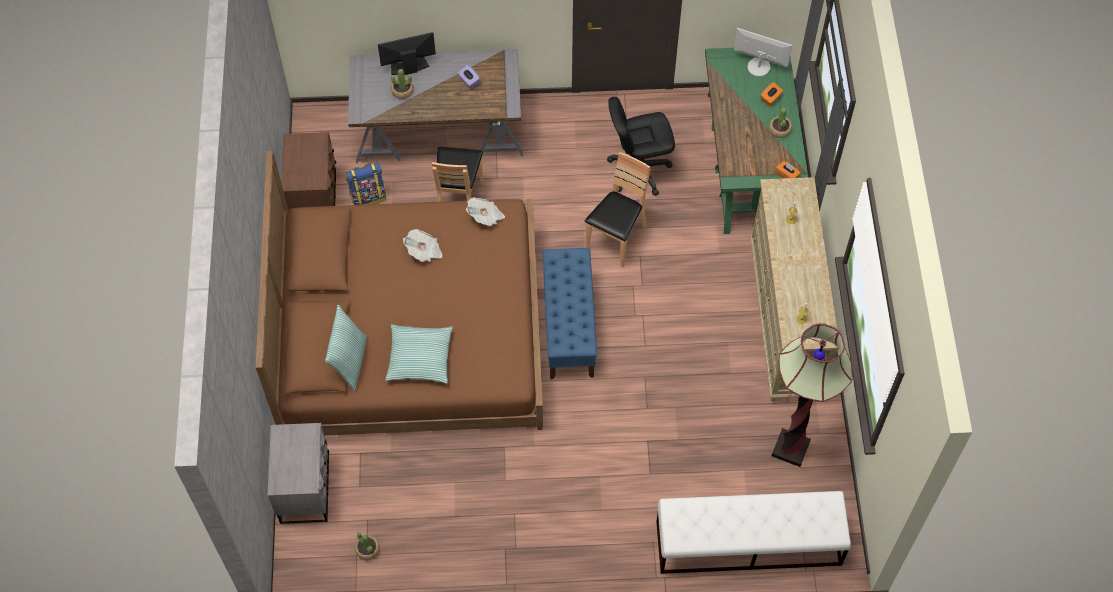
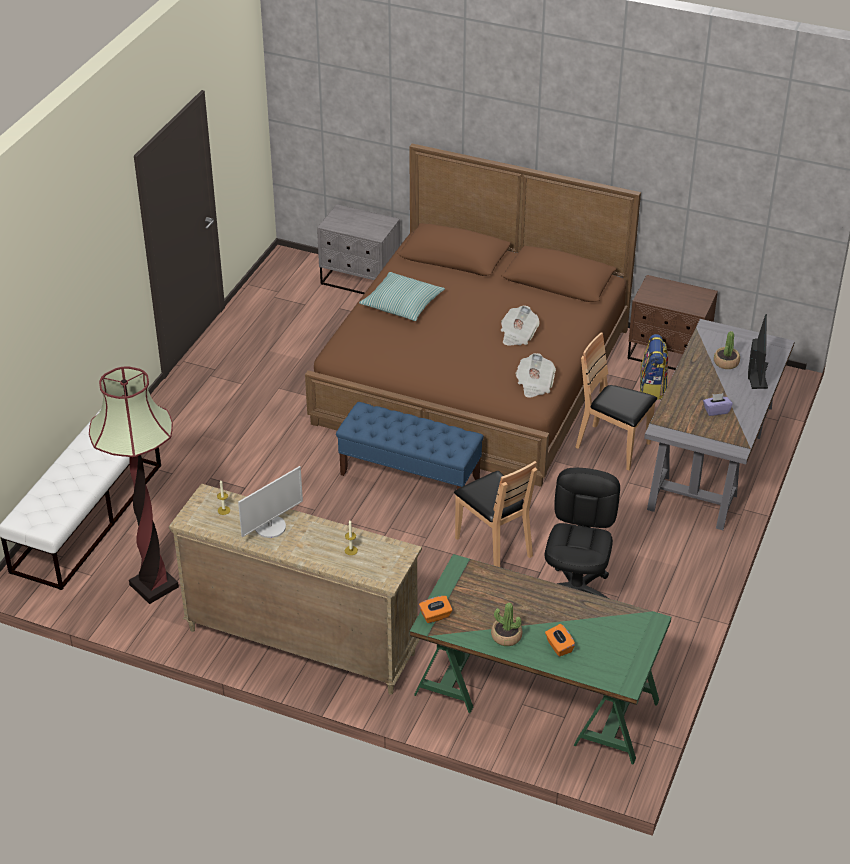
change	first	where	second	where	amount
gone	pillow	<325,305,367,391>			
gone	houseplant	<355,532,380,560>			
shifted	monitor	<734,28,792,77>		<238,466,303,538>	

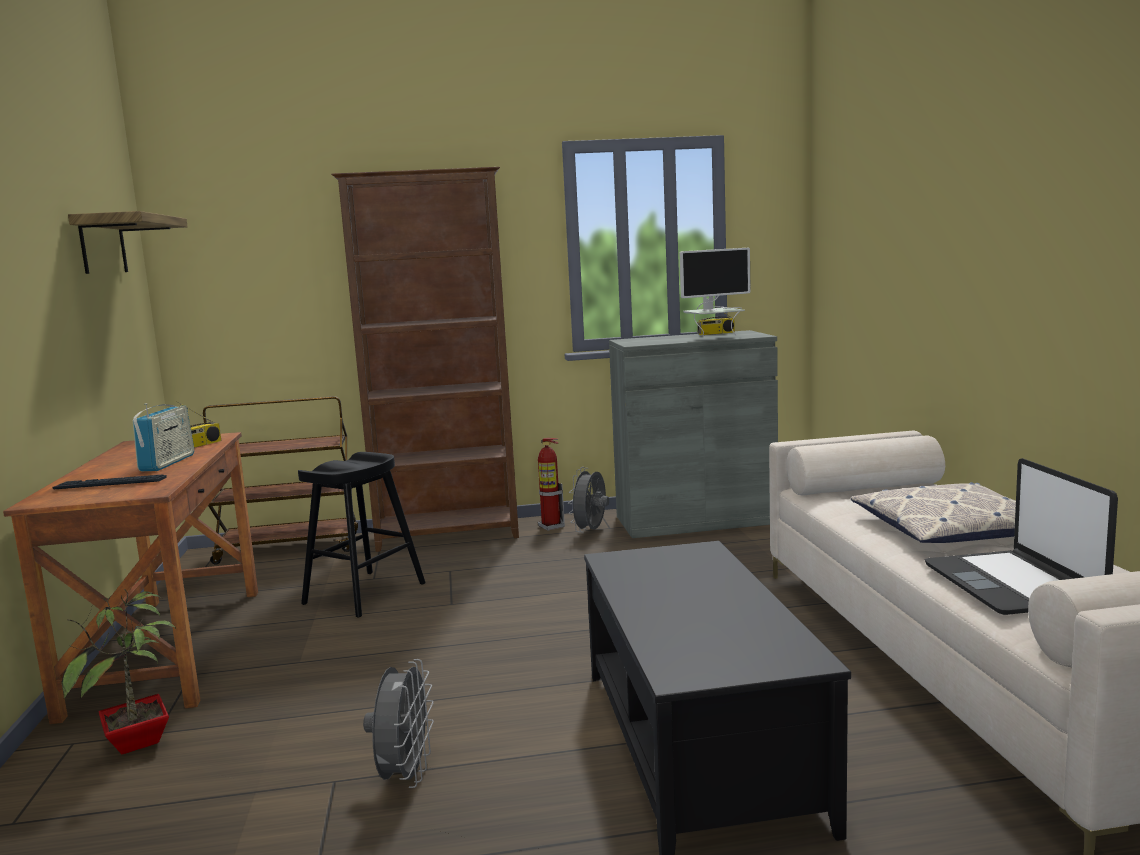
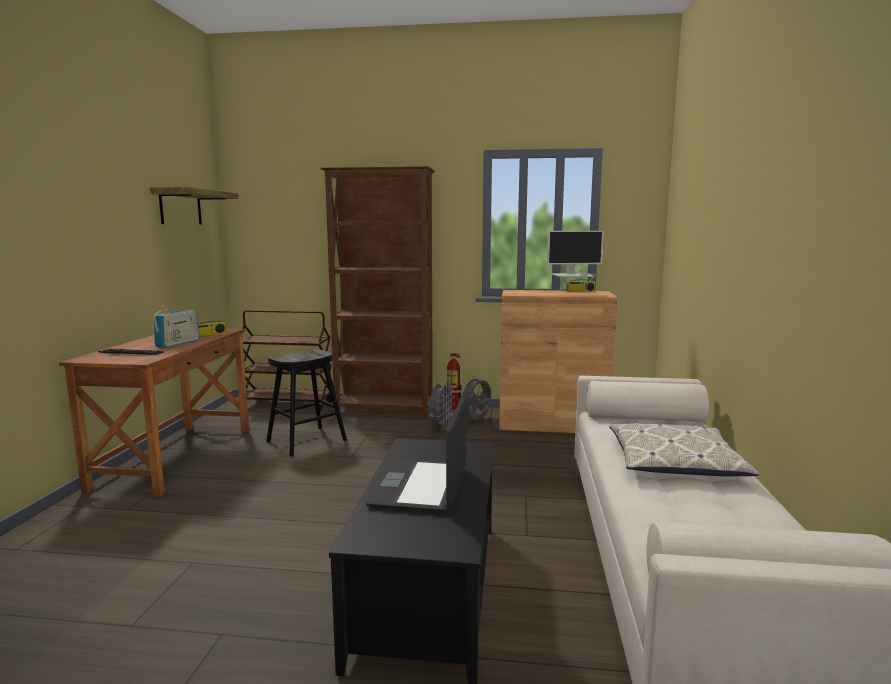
change	first	where	second	where	amount
gone	houseplant	<61,589,176,754>			
shifted	gray electric fan	<363,659,434,788>		<427,382,455,429>	
shifted	portable computer	<925,458,1118,615>		<366,396,467,513>	
repainted	gray cupboard	<609,330,778,538>	brown cupboard	<499,290,618,433>	

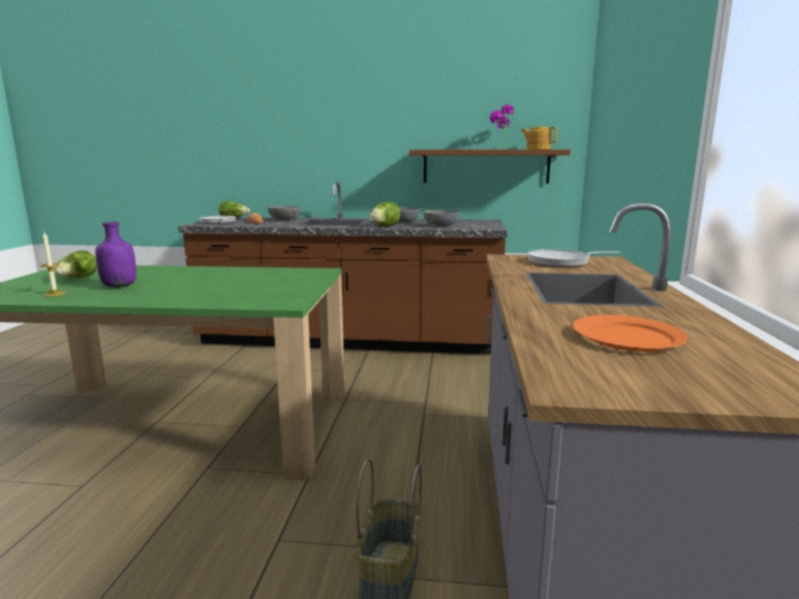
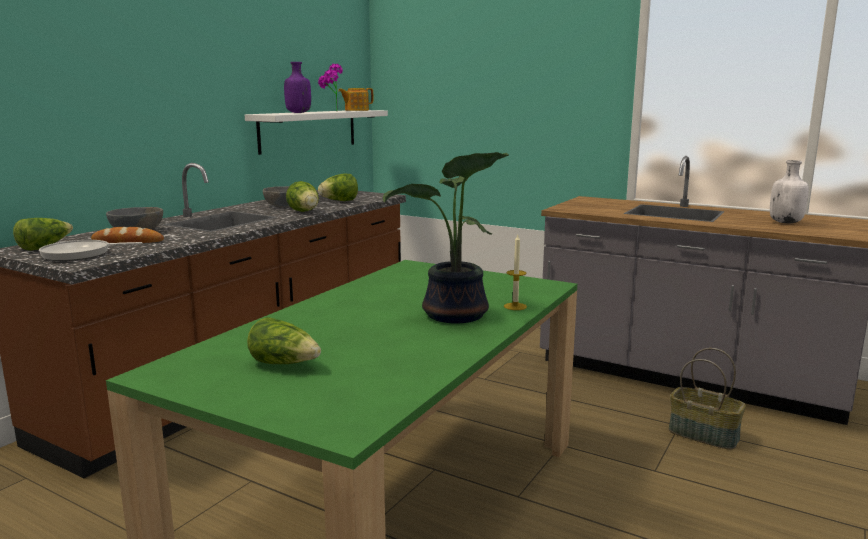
change	first	where	second	where	amount
gone	skillet	<528,249,620,267>			
new			houseplant	<383,152,509,324>	
shifted	candle	<40,232,66,297>		<504,235,527,310>	
shifted	purplish drink bottle	<95,222,136,288>		<284,62,311,113>	
swapped	gray bowl	<424,210,460,227>	lettuce head	<318,174,358,201>	
swapped	orange flat dish	<573,315,688,352>	white-coloured drink bottle	<770,160,809,223>	
repainted	brown bracket shelf	<409,149,570,184>	white-coloured bracket shelf	<245,110,388,155>	

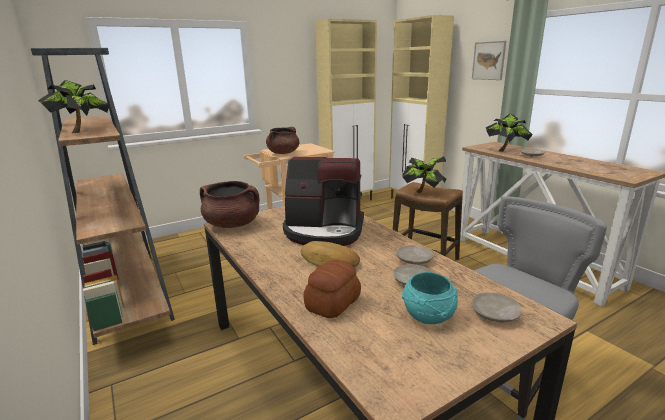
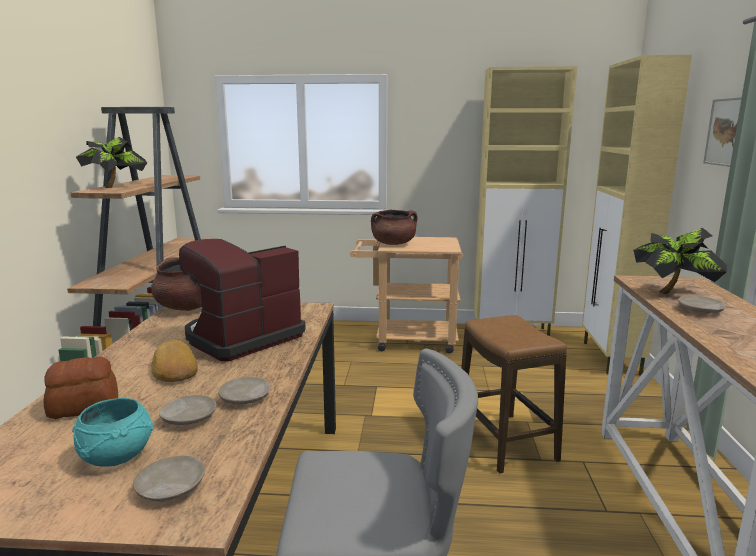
change	first	where	second	where	amount
gone	houseplant	<402,156,446,193>			
rotated	coffee machine	<283,157,364,246>		<179,239,305,361>	90 degrees clockwise

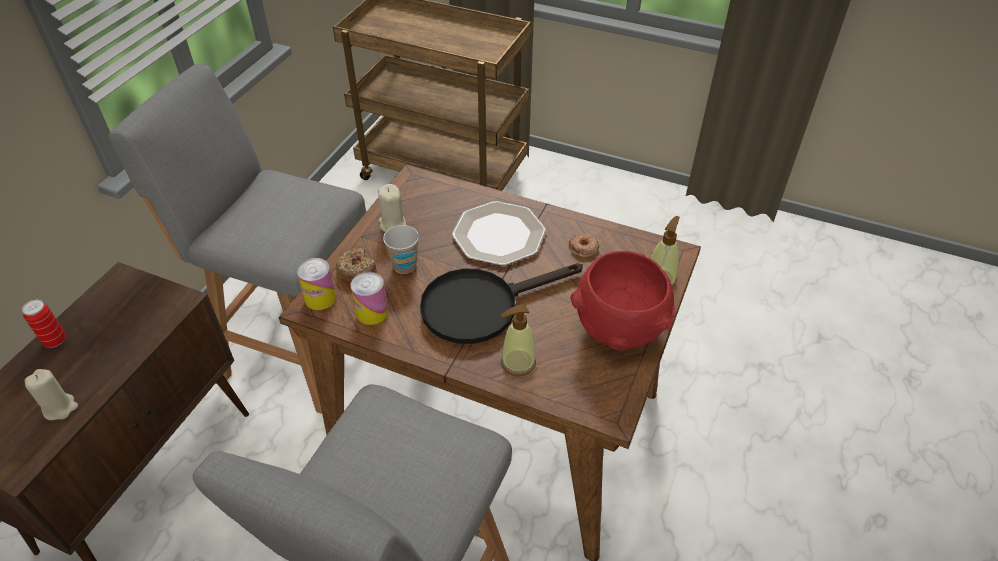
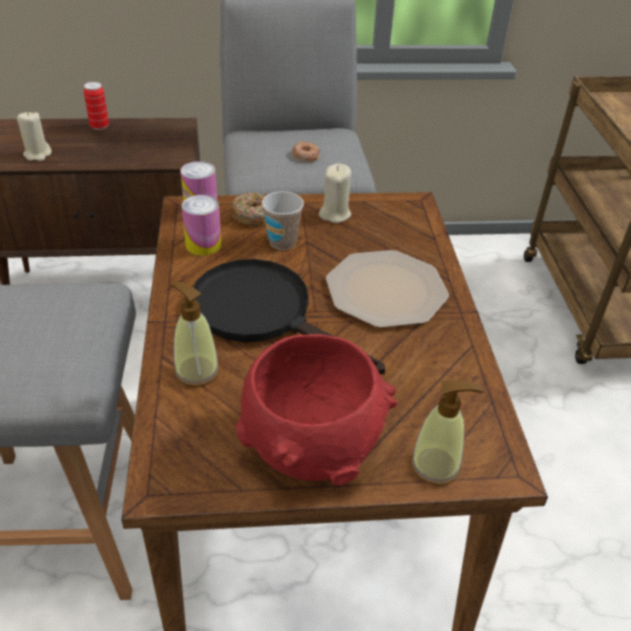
change	first	where	second	where	amount
shifted	donut	<569,234,599,257>		<292,141,320,162>	

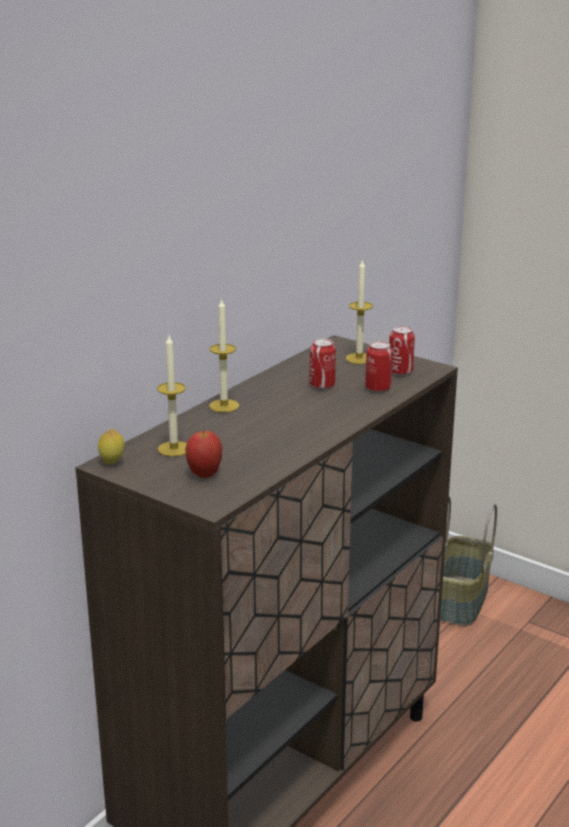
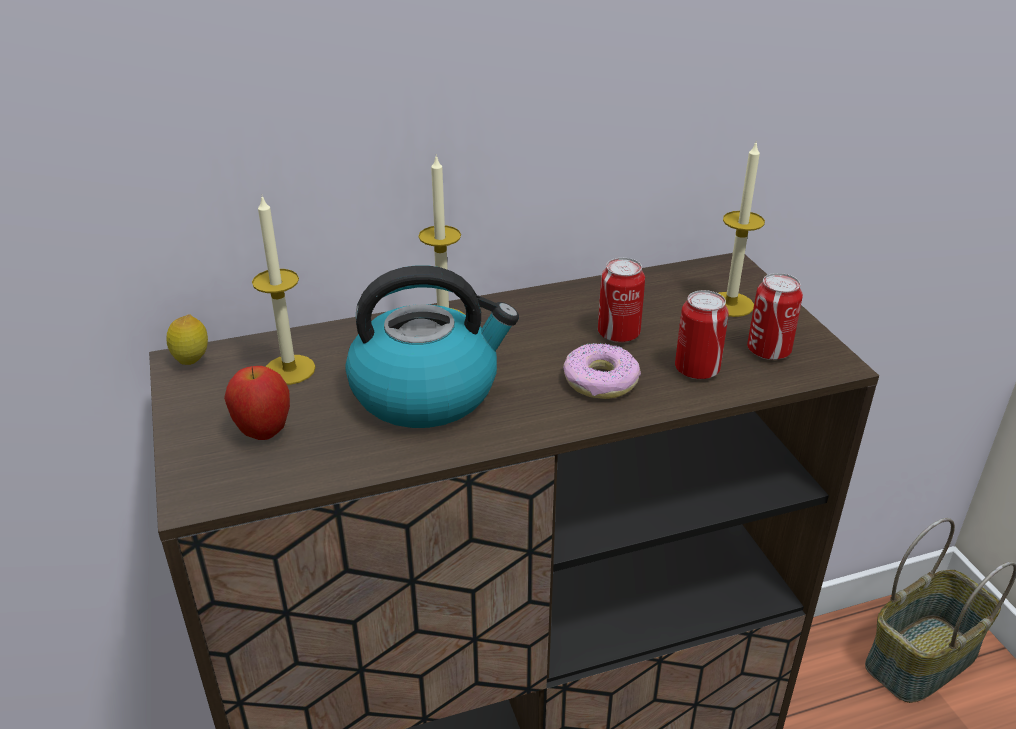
change	first	where	second	where	amount
new			water kettle	<345,265,519,428>	
new			donut	<563,343,641,399>	

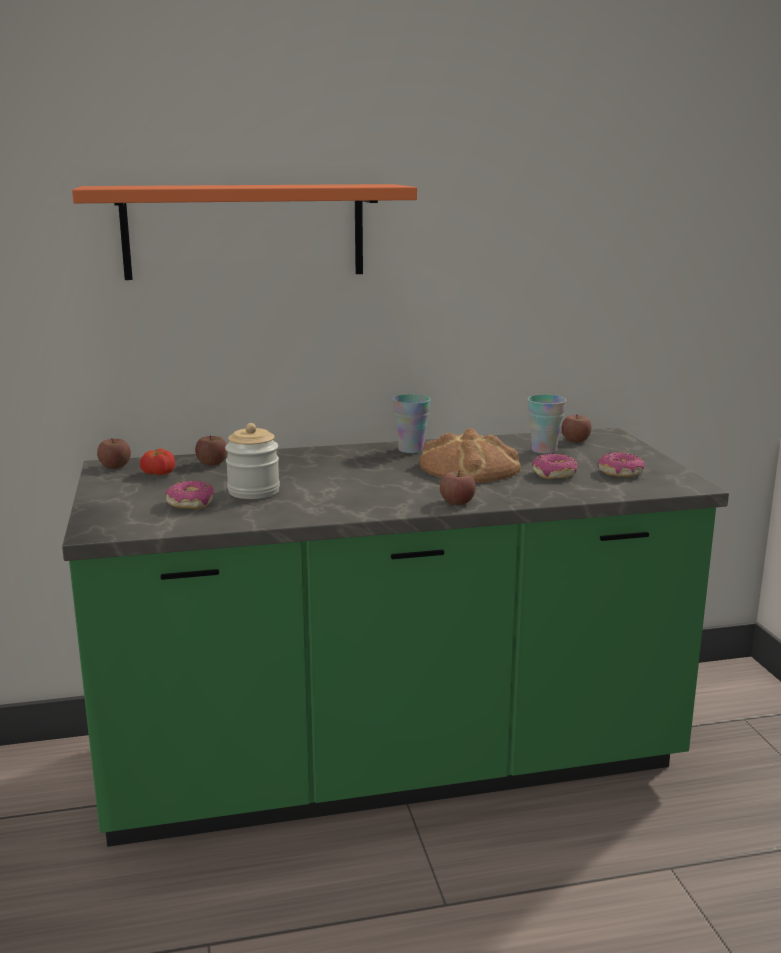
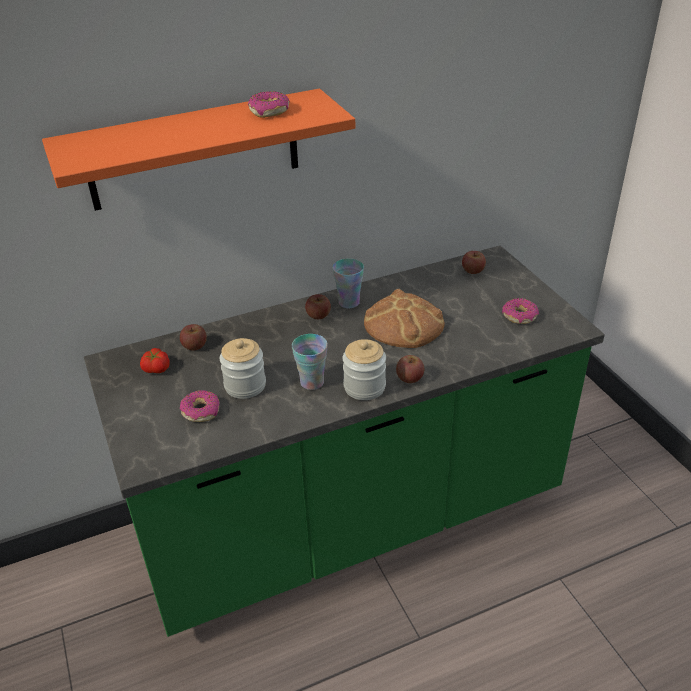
change	first	where	second	where	amount
new			preserve jar	<343,339,386,400>	
shifted	apple	<97,438,131,469>		<305,294,331,319>	
shifted	drinking cup	<528,395,566,454>		<292,334,328,390>	
shifted	donut	<532,454,578,479>		<248,91,290,118>	

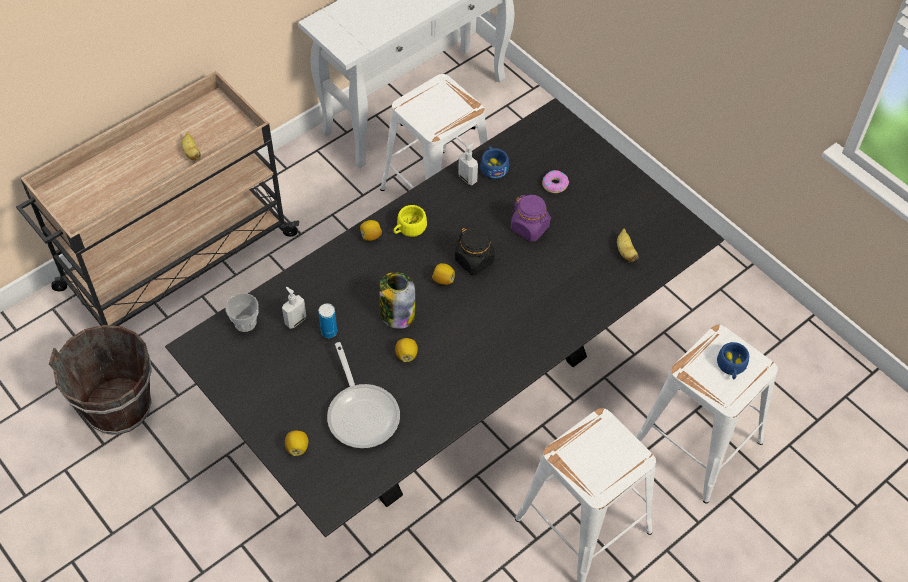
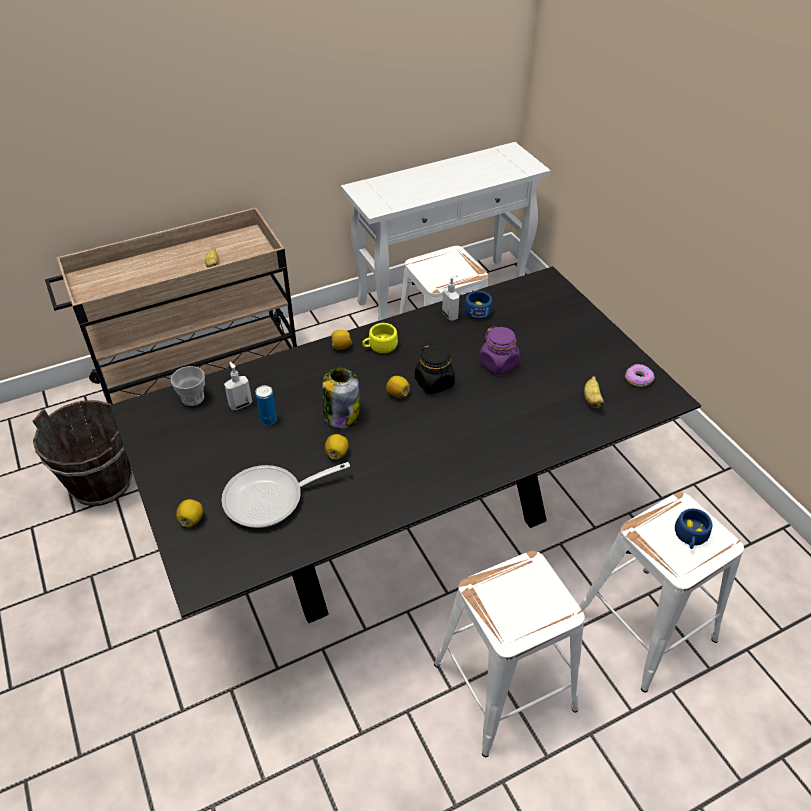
change	first	where	second	where	amount
shifted	donut	<542,170,569,193>		<625,364,655,387>	
rotated	skillet	<327,342,400,448>		<222,462,350,528>	75 degrees clockwise

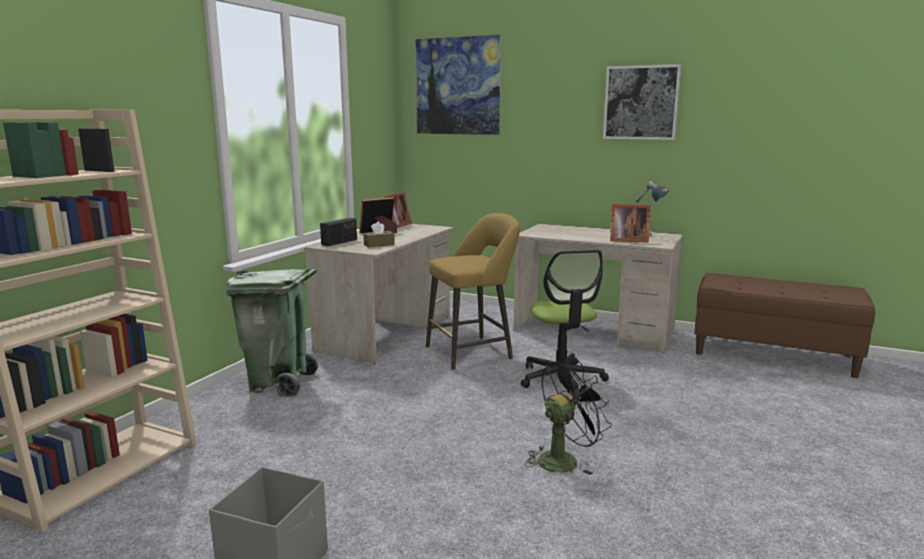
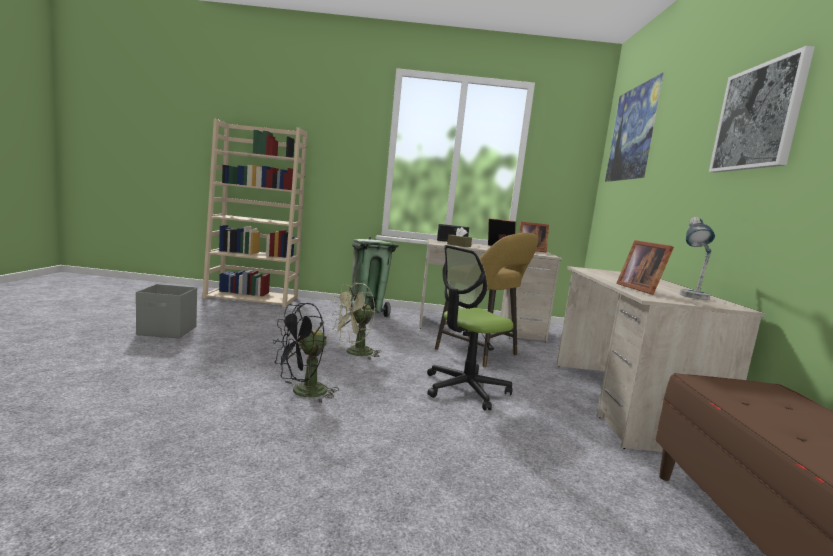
change	first	where	second	where	amount
new			green-coloured electric fan	<331,283,382,360>	
rotated	black electric fan	<525,359,612,475>		<273,303,339,403>	105 degrees clockwise

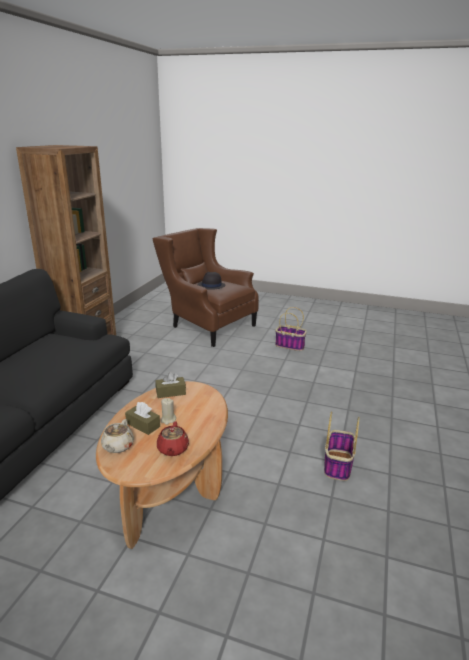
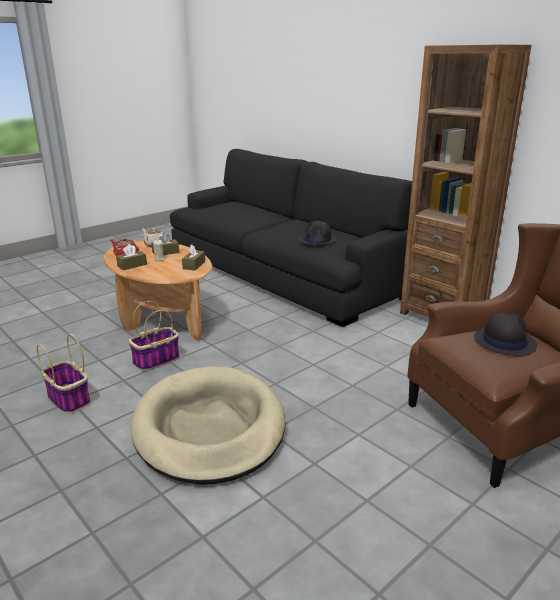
change	first	where	second	where	amount
new			brown tissue holder	<116,244,147,270>	
new			beige-coloured dog bed	<130,366,285,485>	
new			black wearable hat	<298,221,336,245>	
shifted	basket	<275,307,307,351>		<129,301,180,371>	

